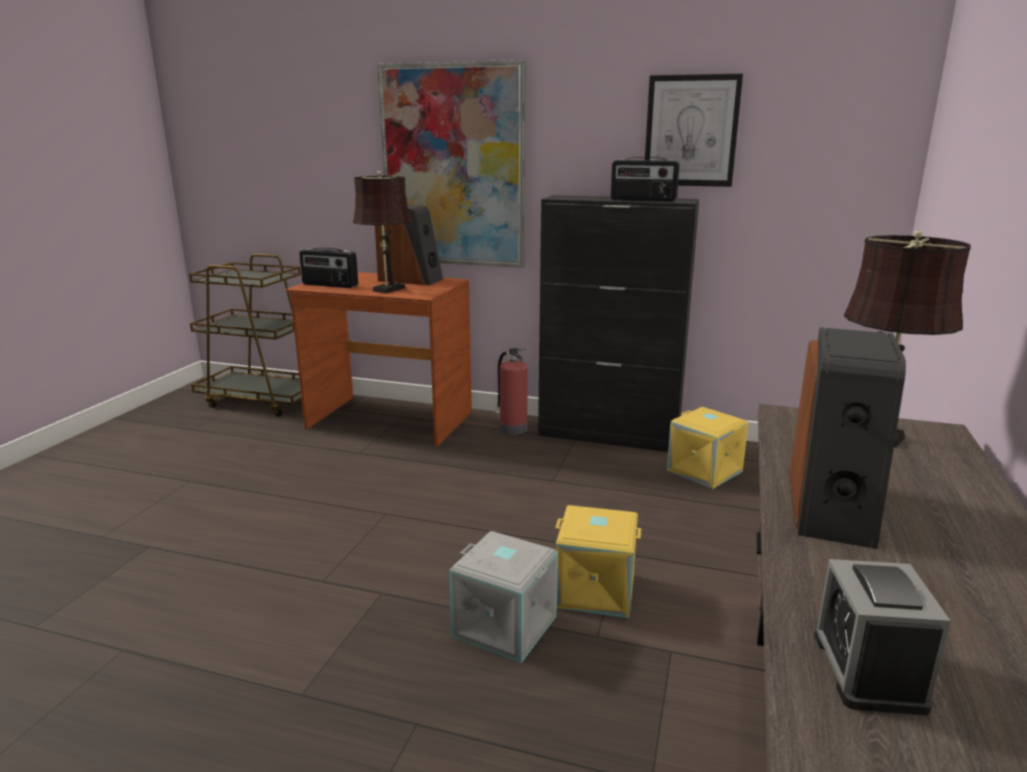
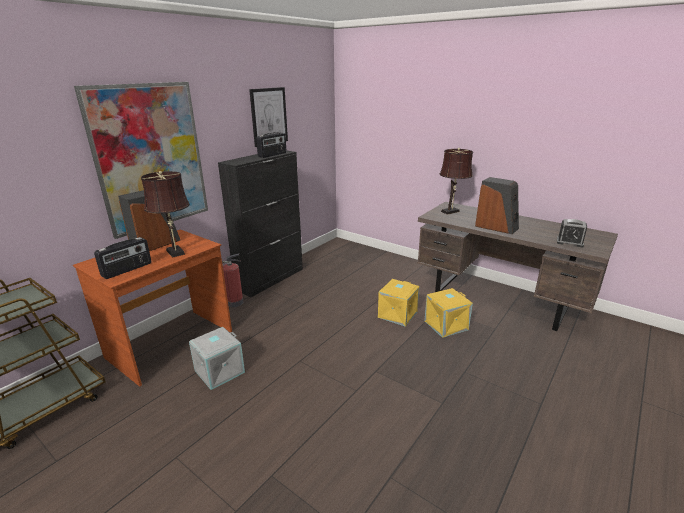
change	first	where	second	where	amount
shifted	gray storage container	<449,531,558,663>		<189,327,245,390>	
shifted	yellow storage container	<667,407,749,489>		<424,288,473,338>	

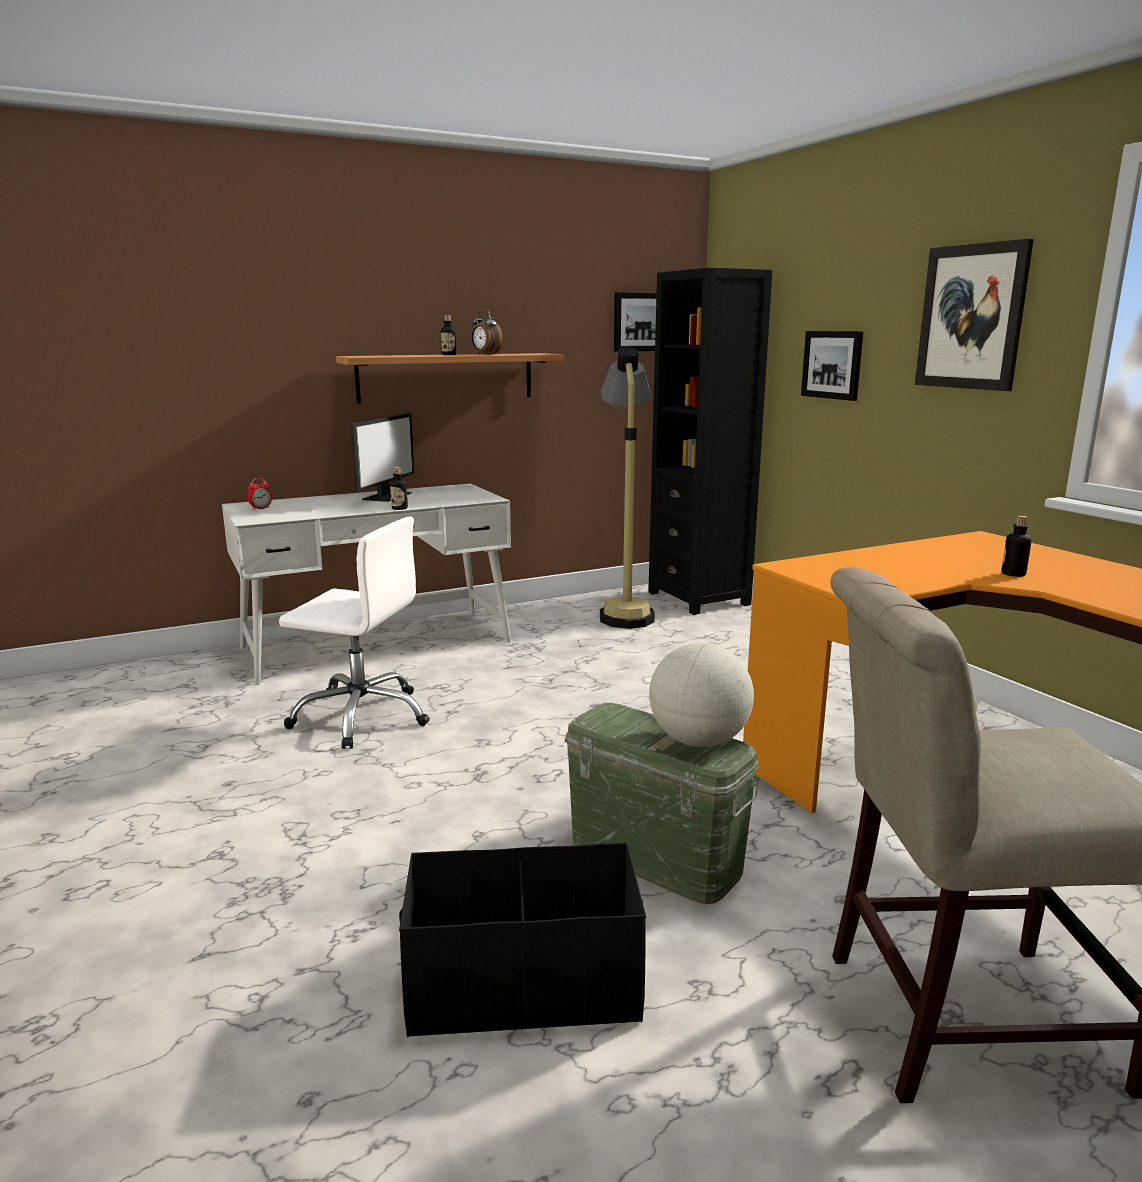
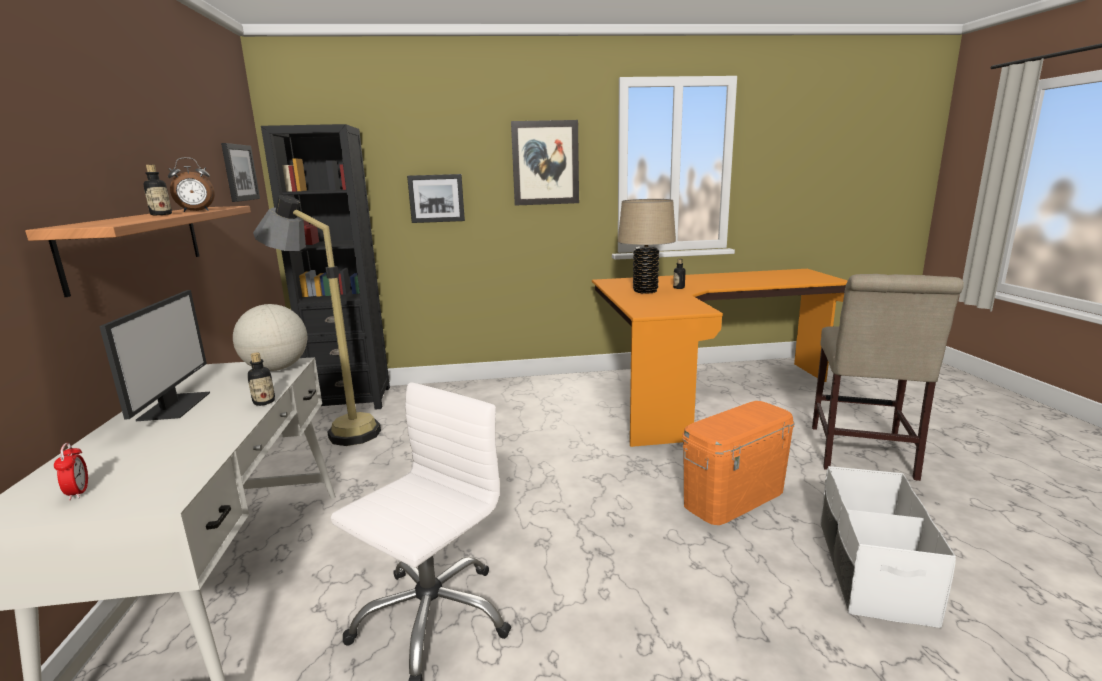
change	first	where	second	where	amount
new			beige-coloured table lamp	<618,199,676,294>	
shifted	world globe	<649,643,754,747>		<233,304,307,371>	
repainted	black storage container	<399,843,646,1037>	white-coloured storage container	<820,466,956,628>	
repainted	green-coloured storage container	<565,703,761,904>	orange storage container	<682,401,795,525>	
rotated	monitor	<350,413,415,502>		<99,290,210,421>	45 degrees clockwise

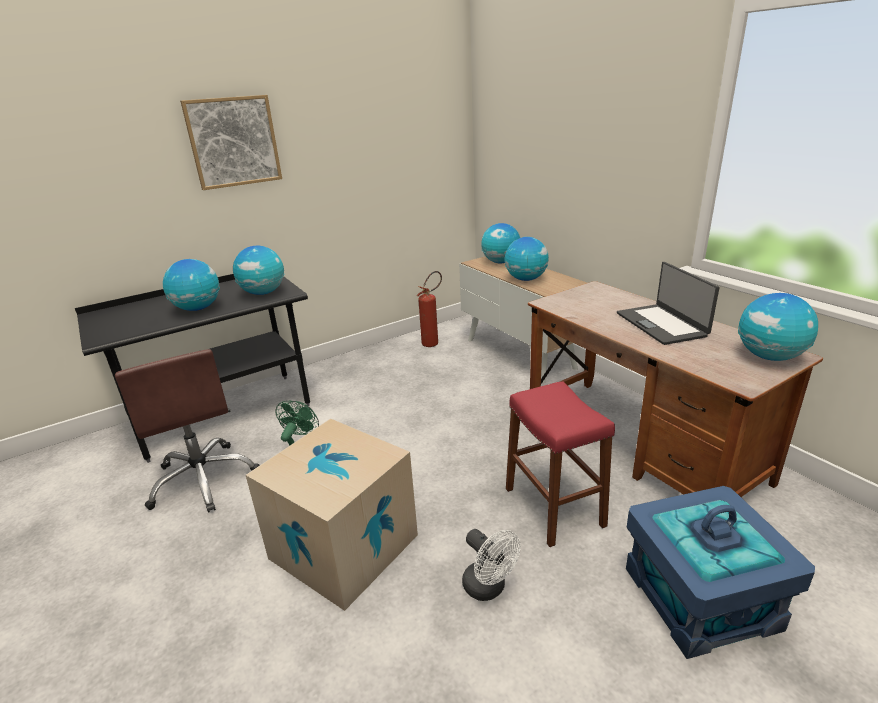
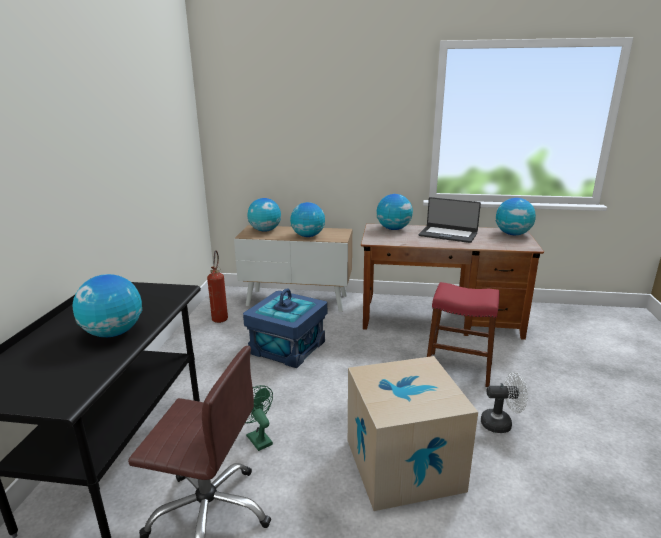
change	first	where	second	where	amount
gone	wall picture	<180,95,282,190>			
shifted	world globe	<233,246,285,295>		<376,194,413,230>	
shifted	blue-coloured storage container	<626,486,815,659>		<243,289,327,368>	

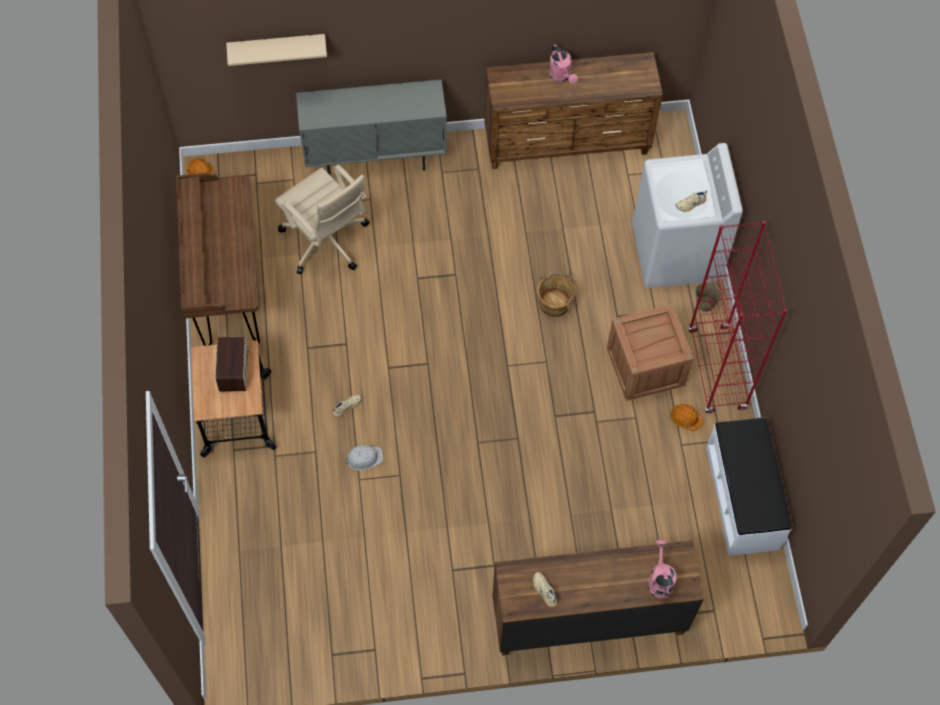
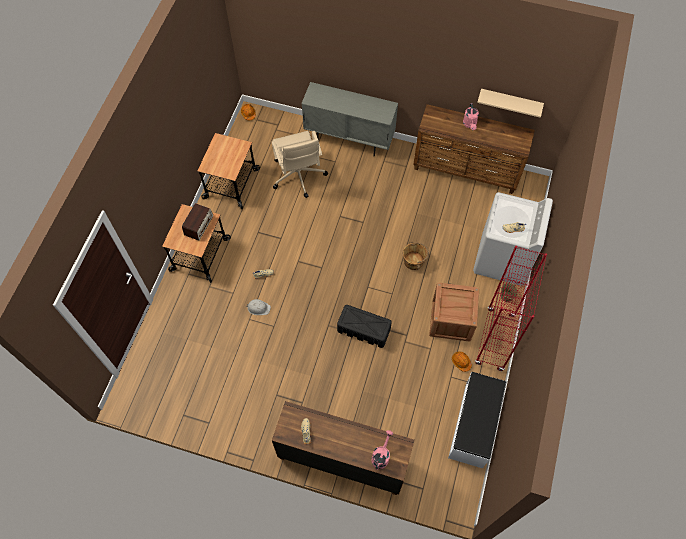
change	first	where	second	where	amount
new			black storage container	<337,305,392,348>	
shifted	beige-coloured bracket shelf	<226,34,327,66>		<477,89,544,118>	
swapped	brown desk unit	<176,173,260,346>	wheeled cart	<197,133,260,209>	

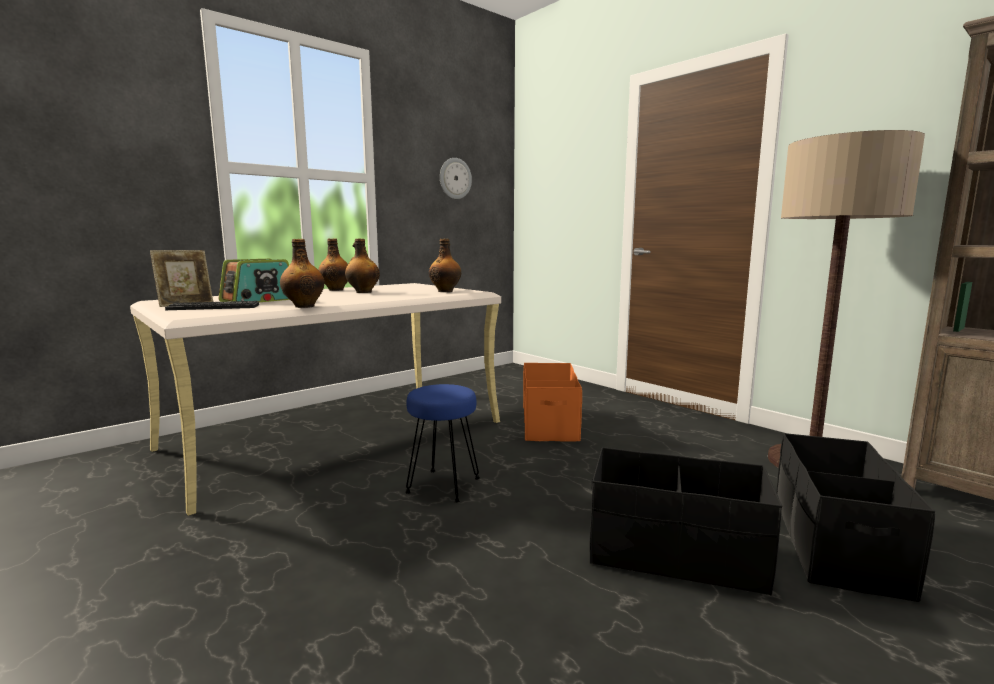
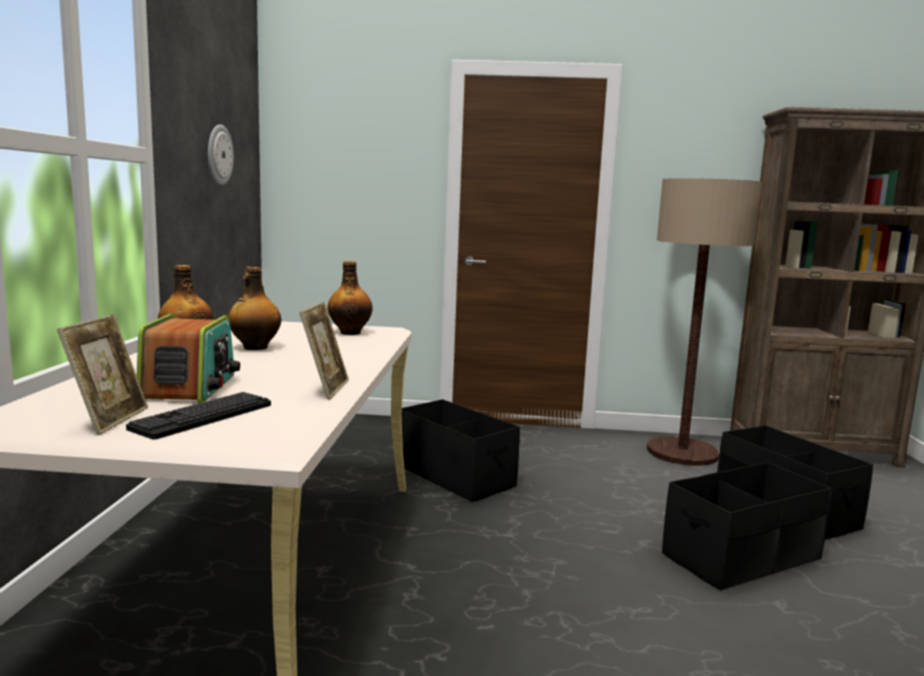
change	first	where	second	where	amount
gone	blue-coloured stool	<405,384,480,503>			
swapped	drink bottle	<280,239,324,308>	photo frame	<299,302,349,400>	
repainted	orange storage container	<523,363,582,442>	black storage container	<402,399,520,502>	

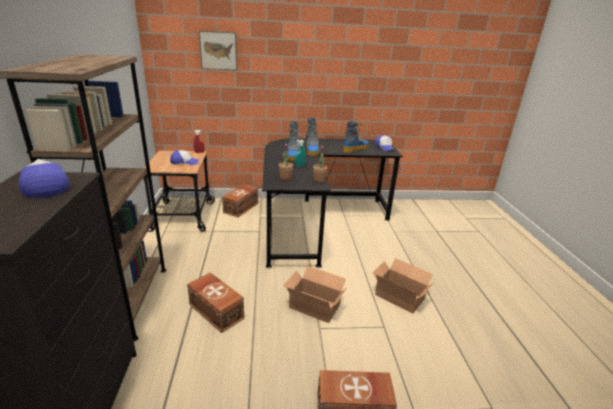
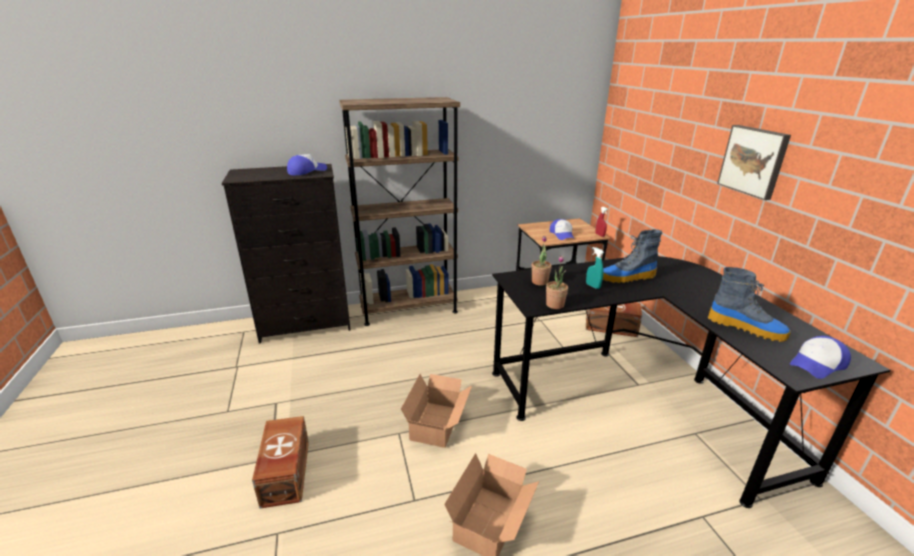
change	first	where	second	where	amount
gone	brown storage container	<187,272,244,333>			
gone	boot	<306,118,319,156>			
shifted	wall picture	<199,31,237,70>		<717,125,791,200>	

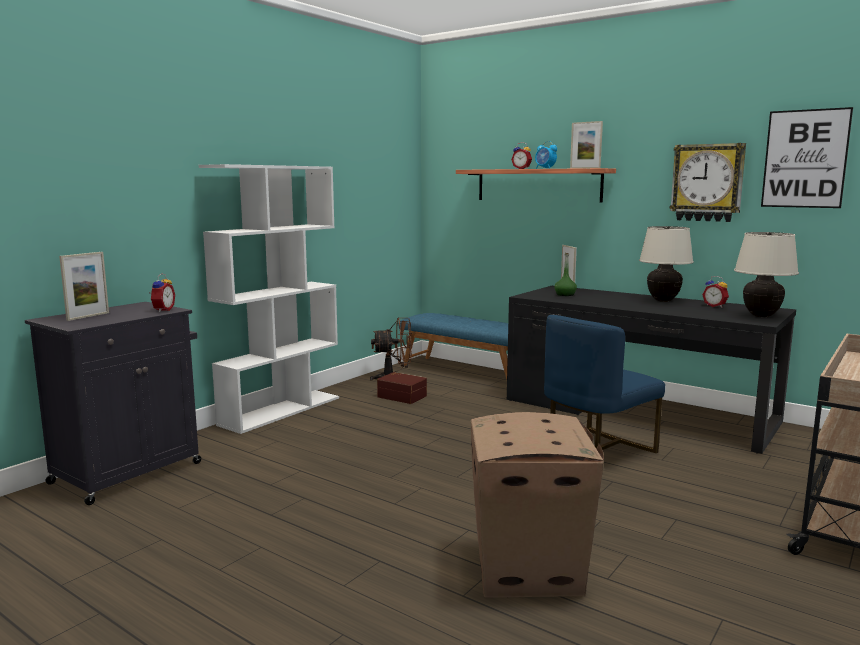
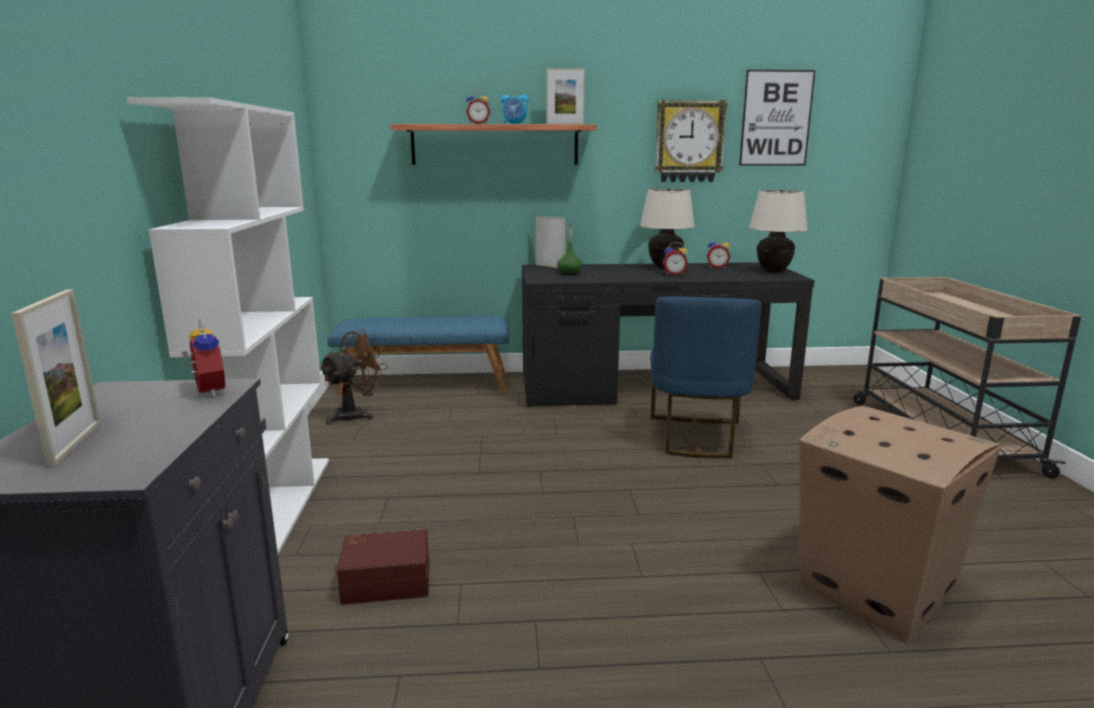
change	first	where	second	where	amount
new			alarm clock	<663,242,688,275>	
shifted	brown storage container	<377,372,427,404>		<337,529,429,605>	

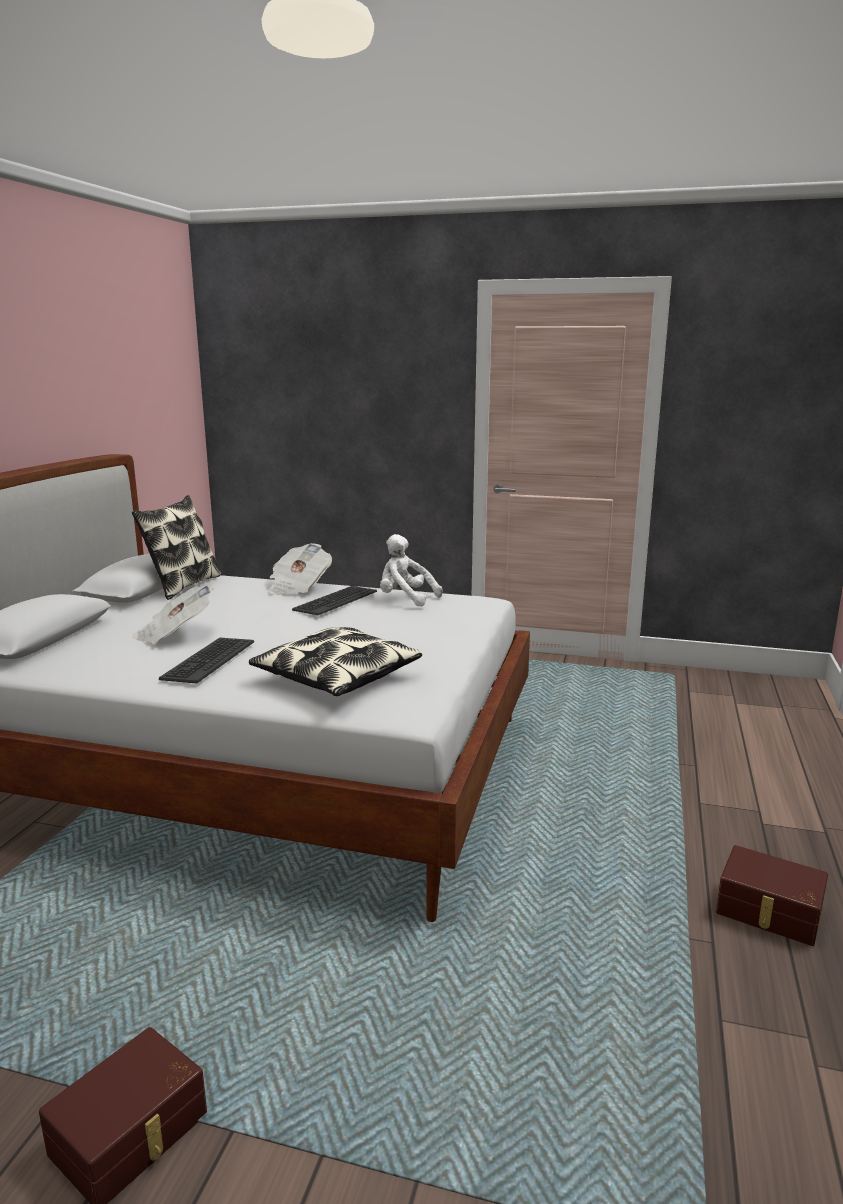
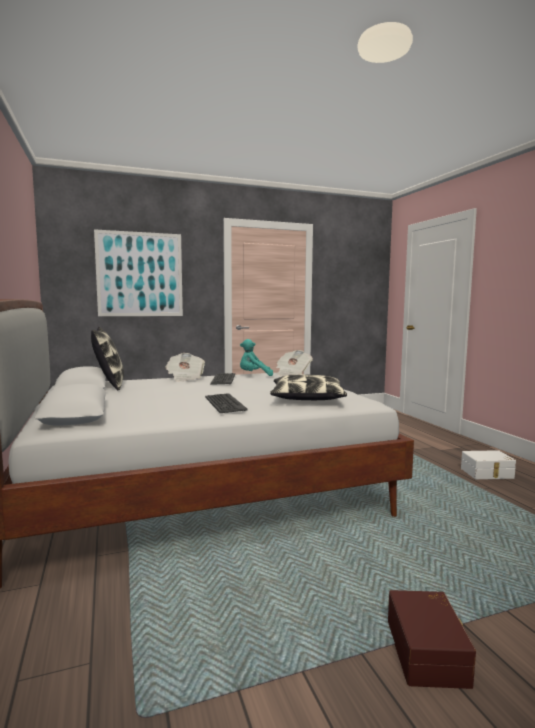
change	first	where	second	where	amount
new			wall picture	<94,229,183,316>	
shifted	printed paper	<133,585,214,644>		<276,350,313,376>	
repainted	white-coloured cuddly toy	<380,534,442,606>	turquoise-coloured cuddly toy	<240,339,273,376>	
repainted	brown storage container	<716,845,828,946>	white-coloured storage container	<461,450,516,479>	

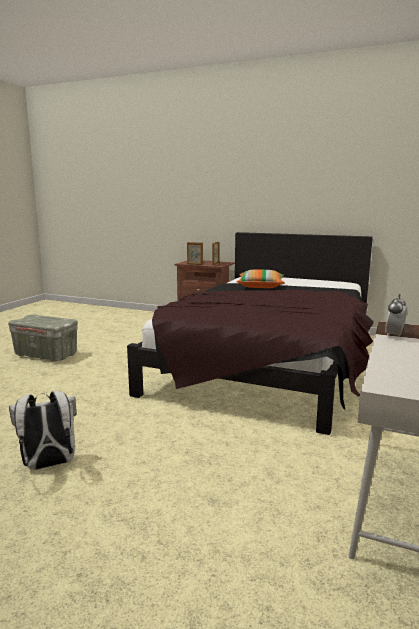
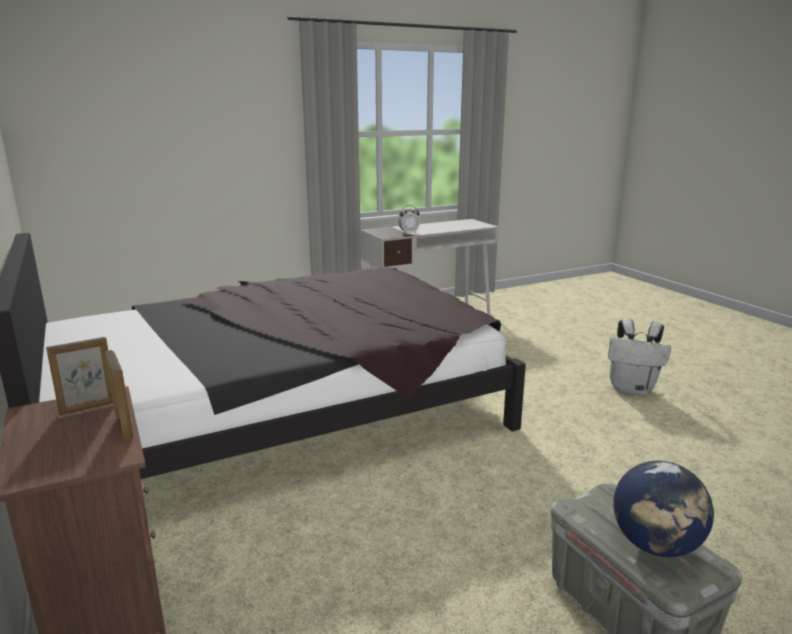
change	first	where	second	where	amount
gone	pillow	<237,270,285,288>			
new			world globe	<613,461,714,557>	

